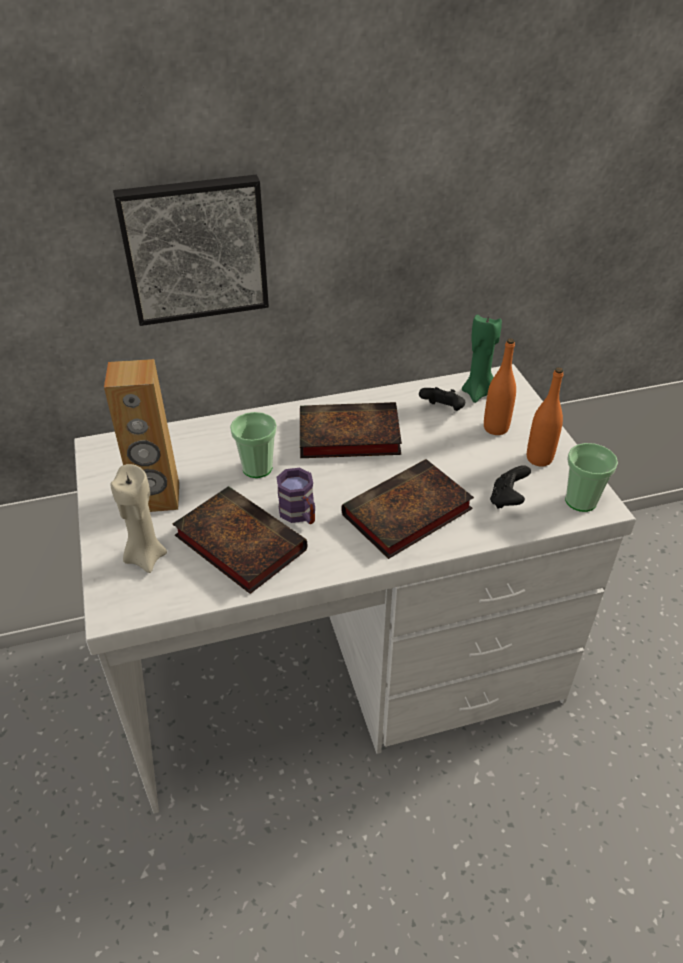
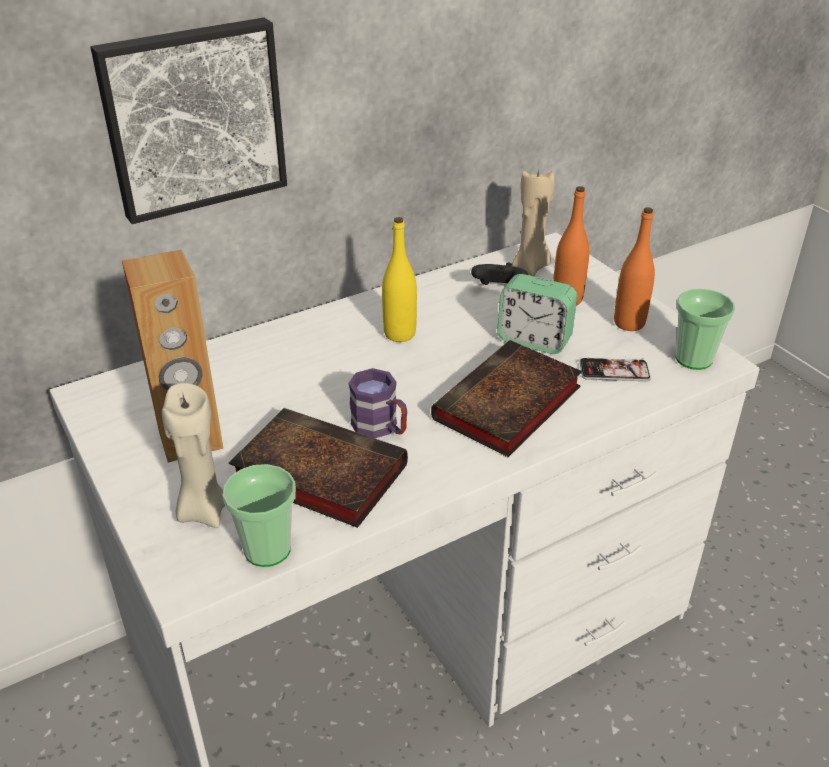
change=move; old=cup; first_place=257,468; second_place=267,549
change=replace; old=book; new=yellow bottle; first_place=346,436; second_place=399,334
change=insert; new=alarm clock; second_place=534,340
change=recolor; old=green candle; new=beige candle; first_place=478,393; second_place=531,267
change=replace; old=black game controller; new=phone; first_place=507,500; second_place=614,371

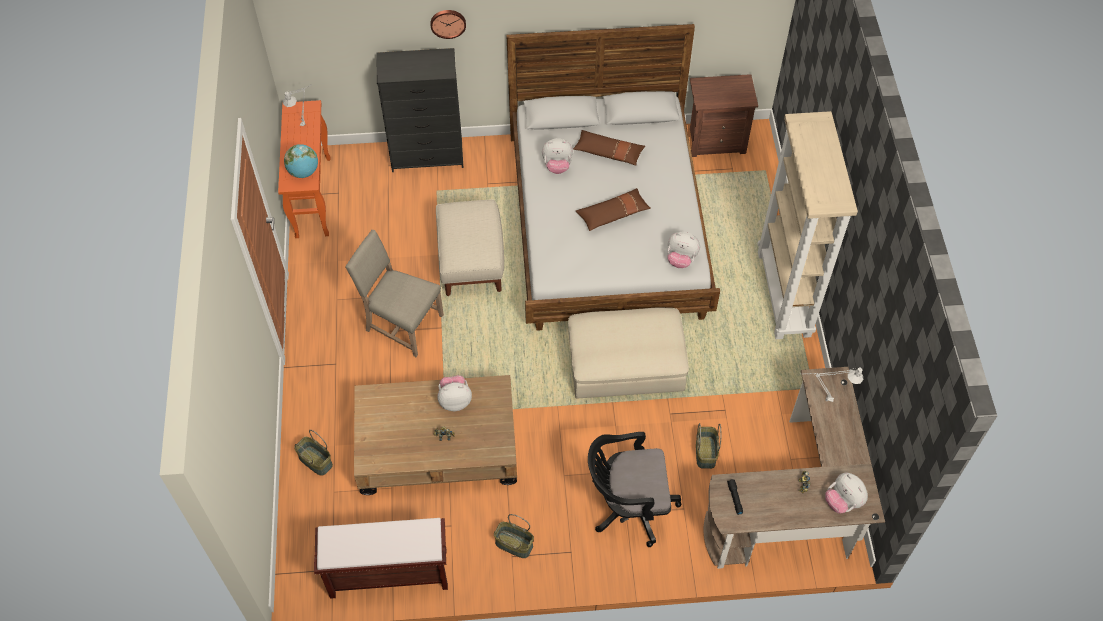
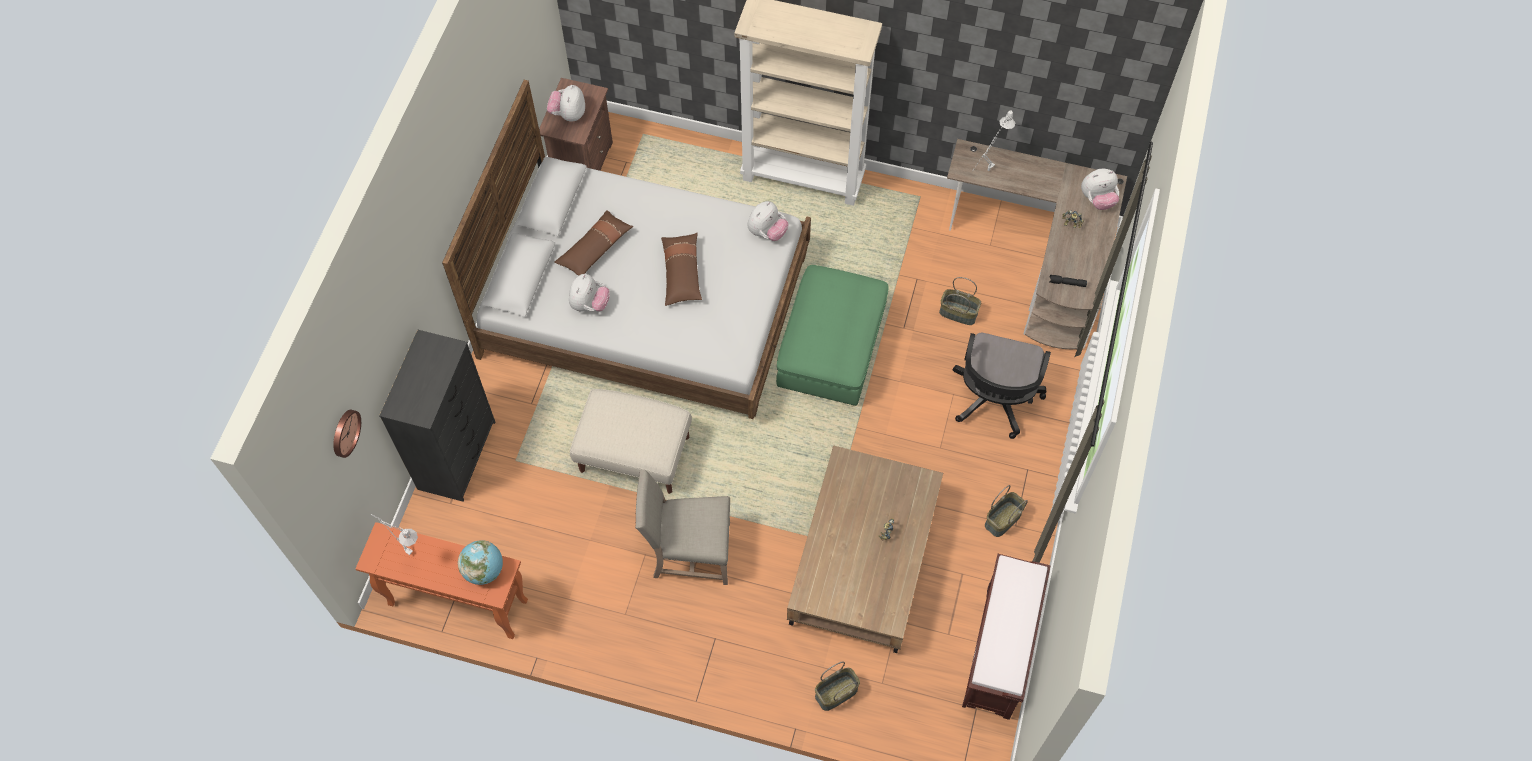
change=move; old=wall clock; first_place=448,22; second_place=344,432
change=move; old=plush toy; first_place=455,400; second_place=568,114
change=rotate; old=beige chair; first_place=401,323; second_place=689,552; degrees=45
change=recolor; old=beige ottoman; new=green ottoman; first_place=626,364; second_place=831,346

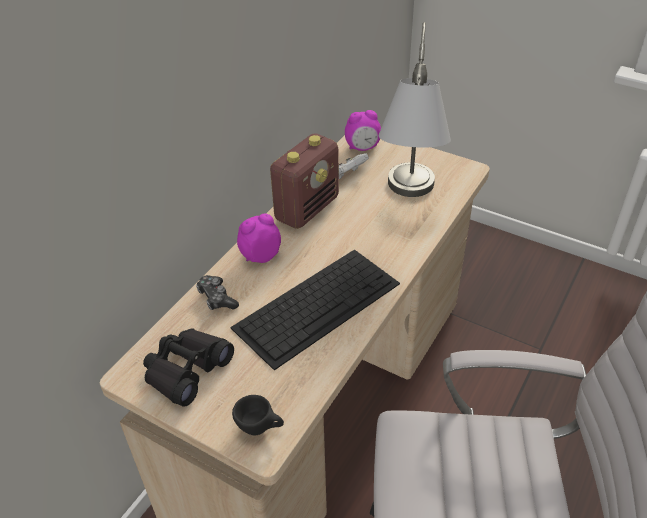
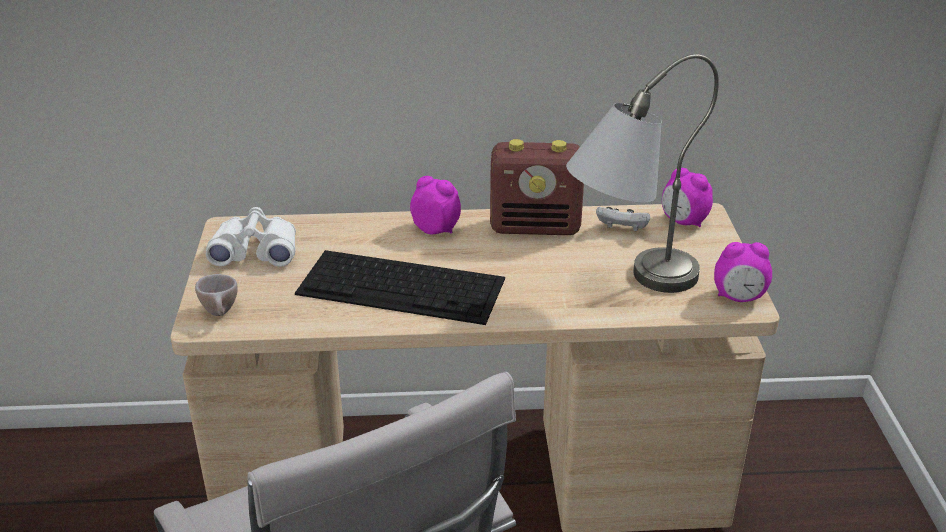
change=recolor; old=black cup; new=beige cup; first_place=260,428; second_place=221,314
change=recolor; old=black binoculars; new=white binoculars; first_place=186,370; second_place=256,251
change=insert; new=alarm clock; second_place=738,298
change=delete; old=game controller; first_place=217,298

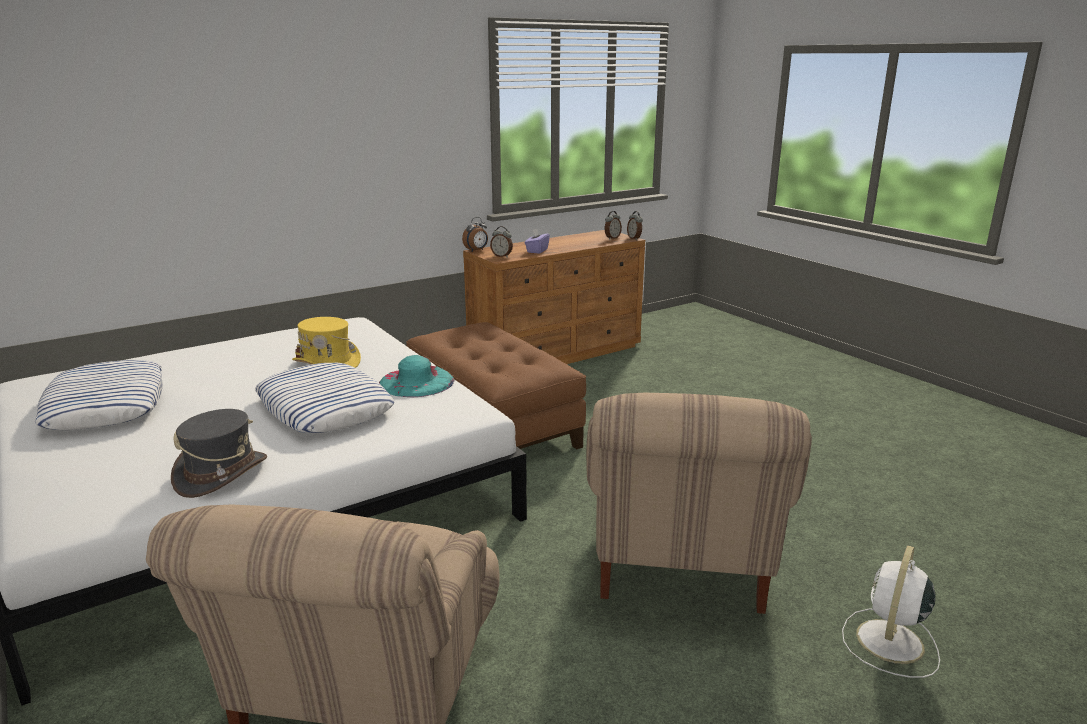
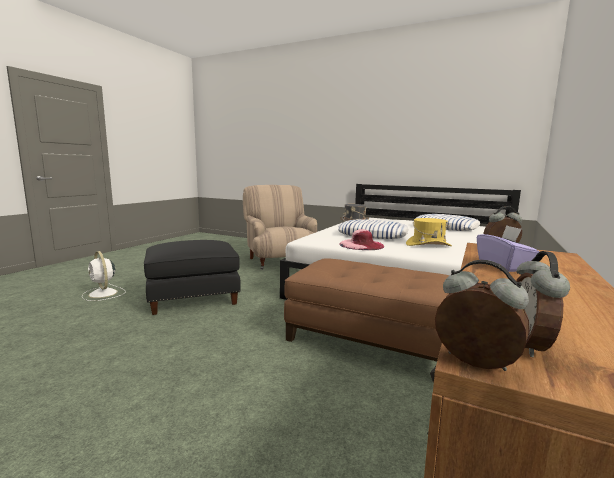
change=rotate; old=white fan; first_place=889,643; second_place=103,294; degrees=135
change=replace; old=beige armchair; new=black ottoman; first_place=681,564; second_place=194,298
change=recolor; old=turquoise hat; new=pink hat; first_place=416,382; second_place=361,245
change=delete; old=alarm clock; first_place=476,250

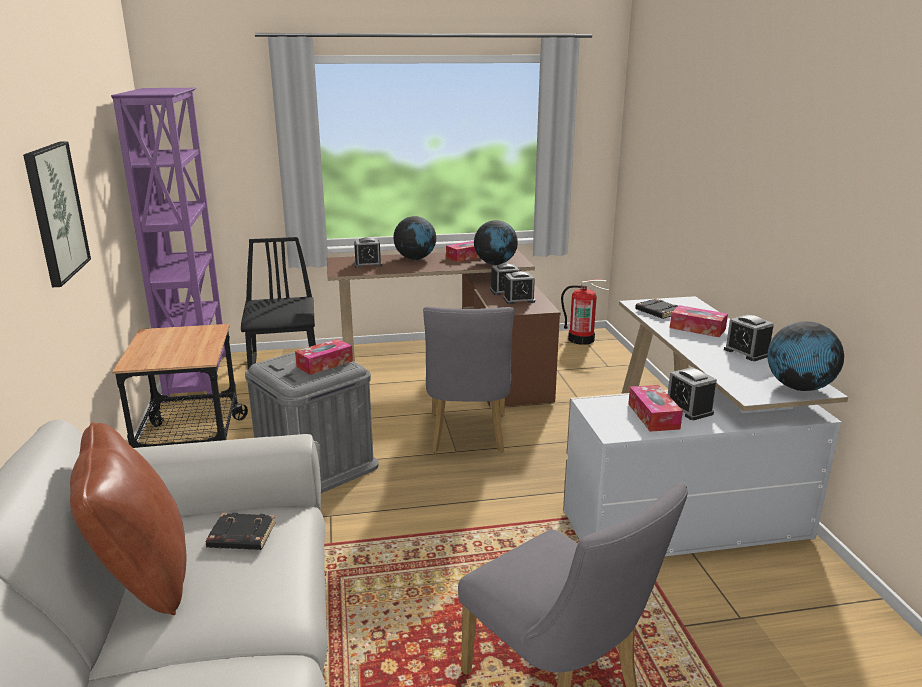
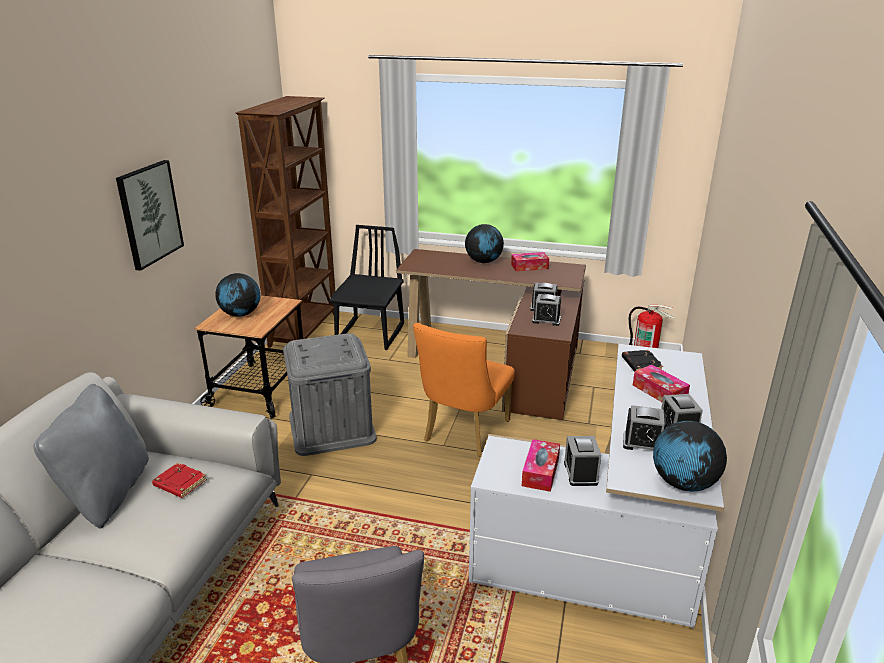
change=recolor; old=brown pillow; new=grey pillow; first_place=143,576; second_place=107,494
change=recolor; old=black book; new=red book; first_place=241,537; second_place=179,484
change=move; old=globe; first_place=495,263; second_place=241,314
change=recolor; old=purple bookcase; new=brown bookcase; first_place=199,377; second_place=305,330
change=recolor; old=grey chair; new=orange chair; first_place=467,437; second_place=463,434
change=move; old=alarm clock; first_place=368,264; second_place=642,443
change=delete; old=tissue box; first_place=324,364

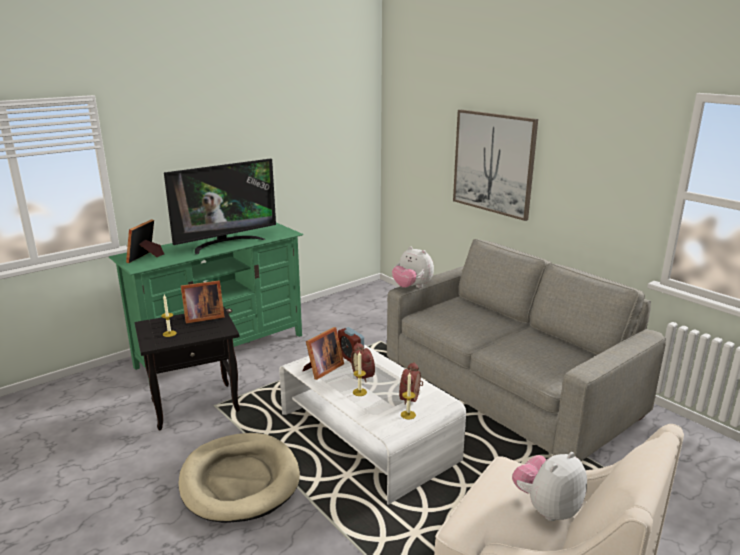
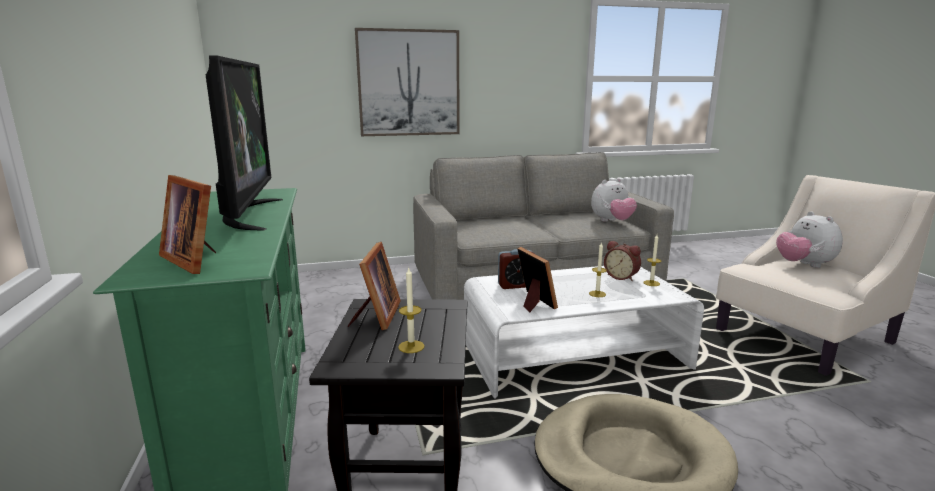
change=move; old=plush toy; first_place=412,287; second_place=612,221
change=delete; old=alarm clock; first_place=364,376

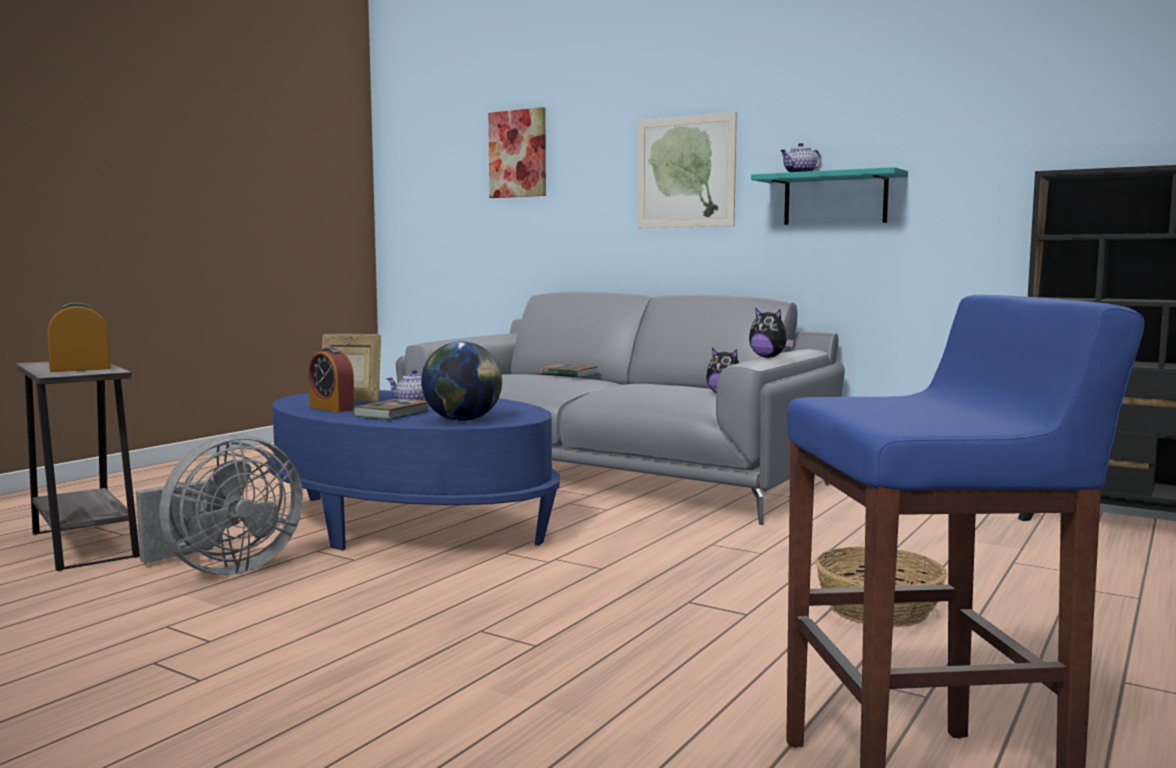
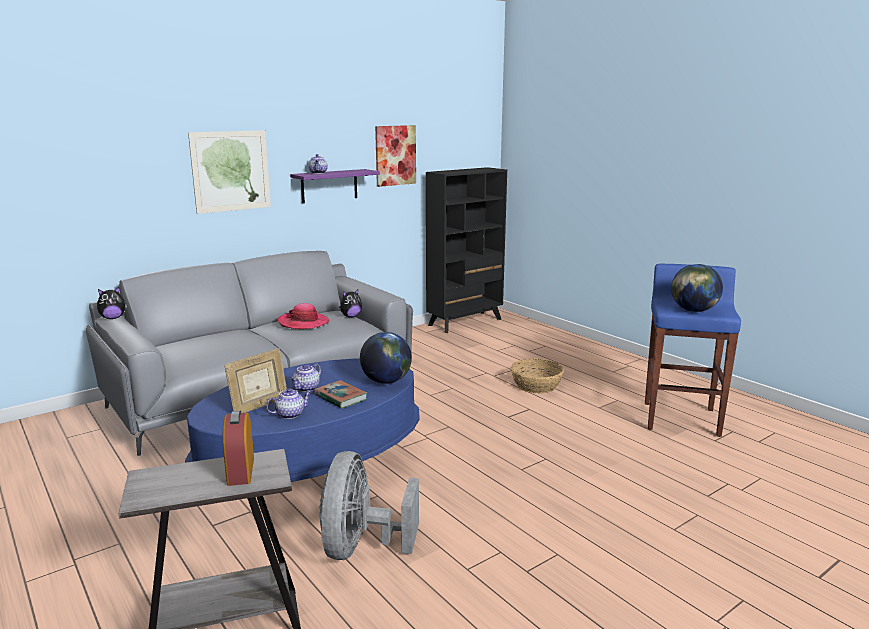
change=move; old=plush toy; first_place=768,357; second_place=113,318
change=replace; old=alarm clock; new=teapot; first_place=332,408; second_place=290,414
change=insert; new=hat; second_place=303,323
change=recolor; old=turquoise shelf; new=purple shelf; first_place=835,199; second_place=329,186
change=rotate; old=grey fan; first_place=224,569; second_place=361,547; degrees=-150
change=move; old=picture; first_place=518,154; second_place=395,155
change=insert; new=globe; second_place=693,310
change=delete; old=book; first_place=568,375

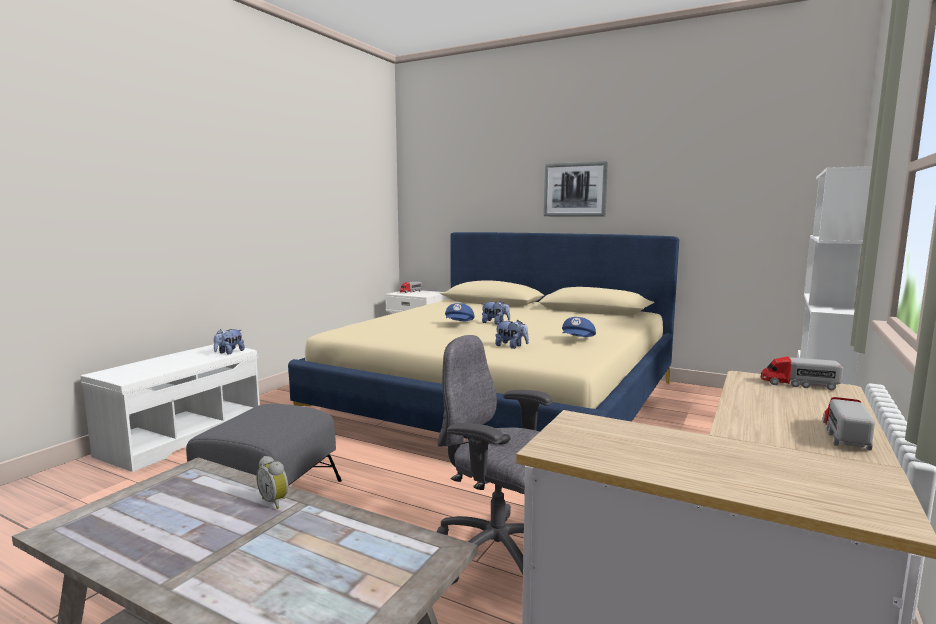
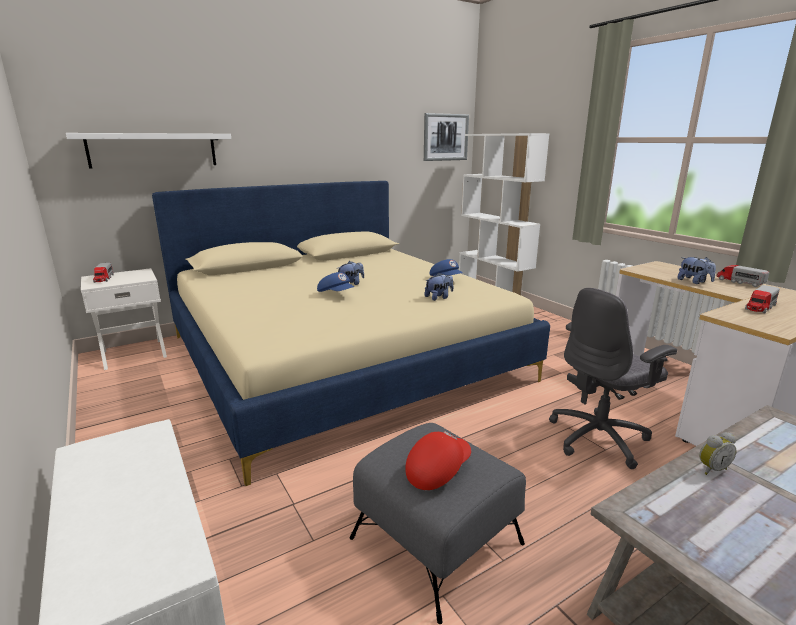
change=insert; new=white shelf; second_place=153,150
change=insert; new=red cap; second_place=437,470
change=move; old=picture; first_place=575,189; second_place=445,137
change=move; old=plush toy; first_place=229,352; second_place=694,282
change=move; old=toy truck; first_place=798,384; second_place=760,307

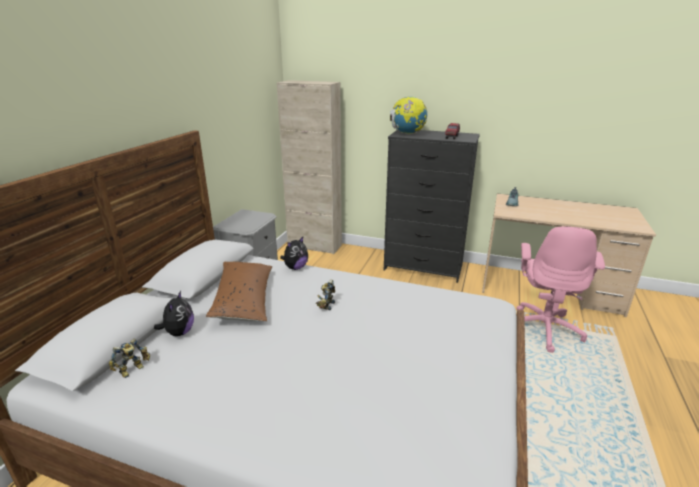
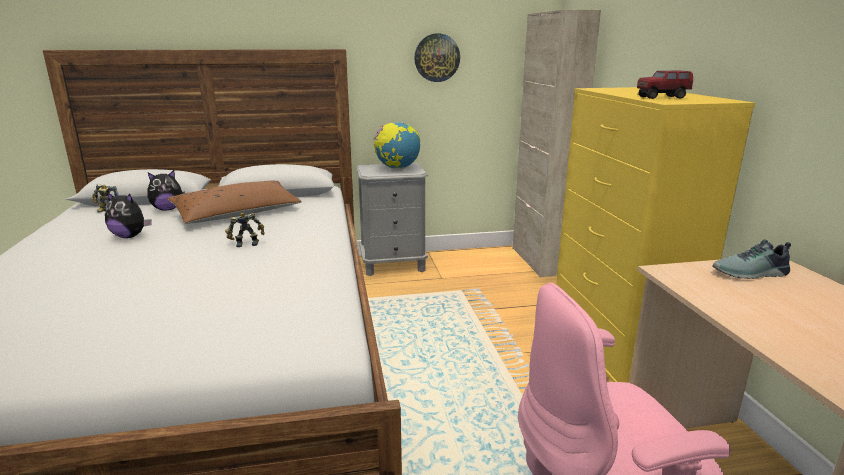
change=move; old=plush toy; first_place=295,267; second_place=130,236
change=move; old=globe; first_place=407,134; second_place=397,169
change=insert; new=wall clock; second_place=437,58
change=recolor; old=black dresser; new=yellow dresser; first_place=424,267; second_place=615,352

